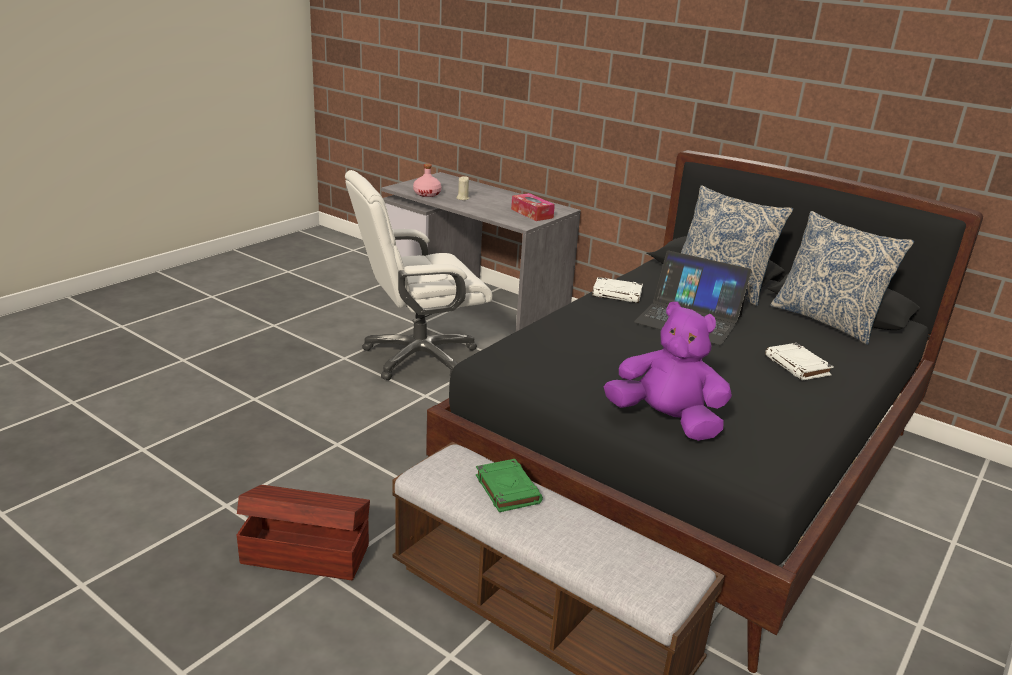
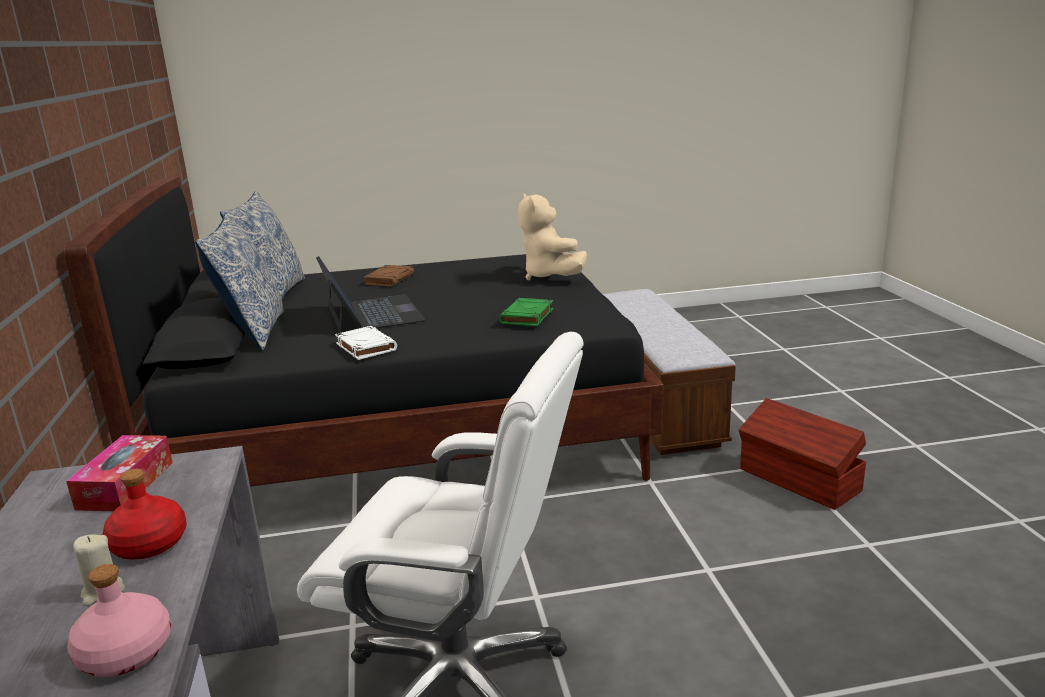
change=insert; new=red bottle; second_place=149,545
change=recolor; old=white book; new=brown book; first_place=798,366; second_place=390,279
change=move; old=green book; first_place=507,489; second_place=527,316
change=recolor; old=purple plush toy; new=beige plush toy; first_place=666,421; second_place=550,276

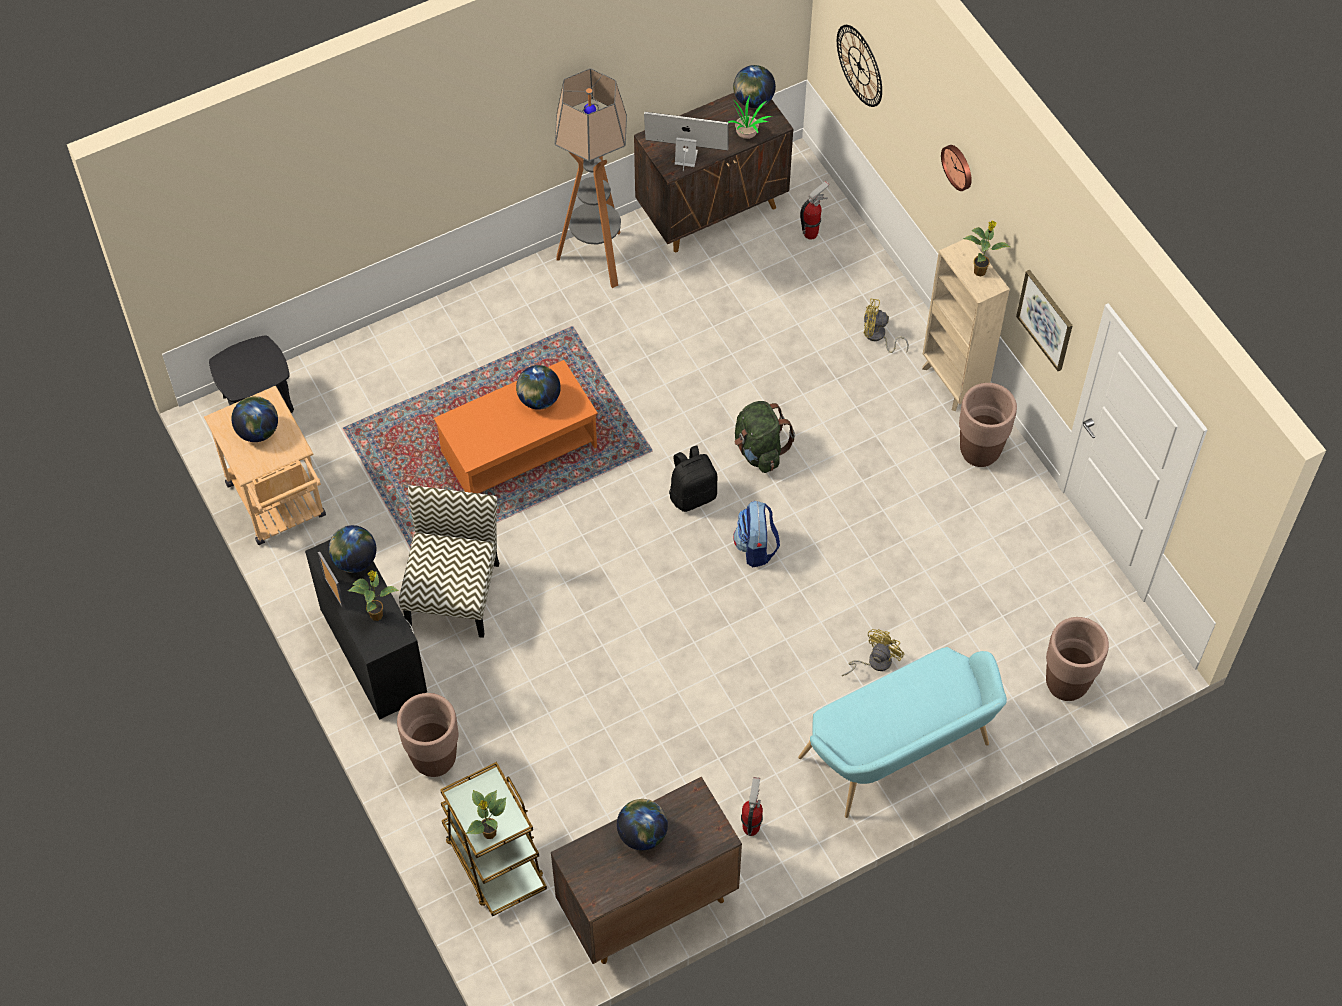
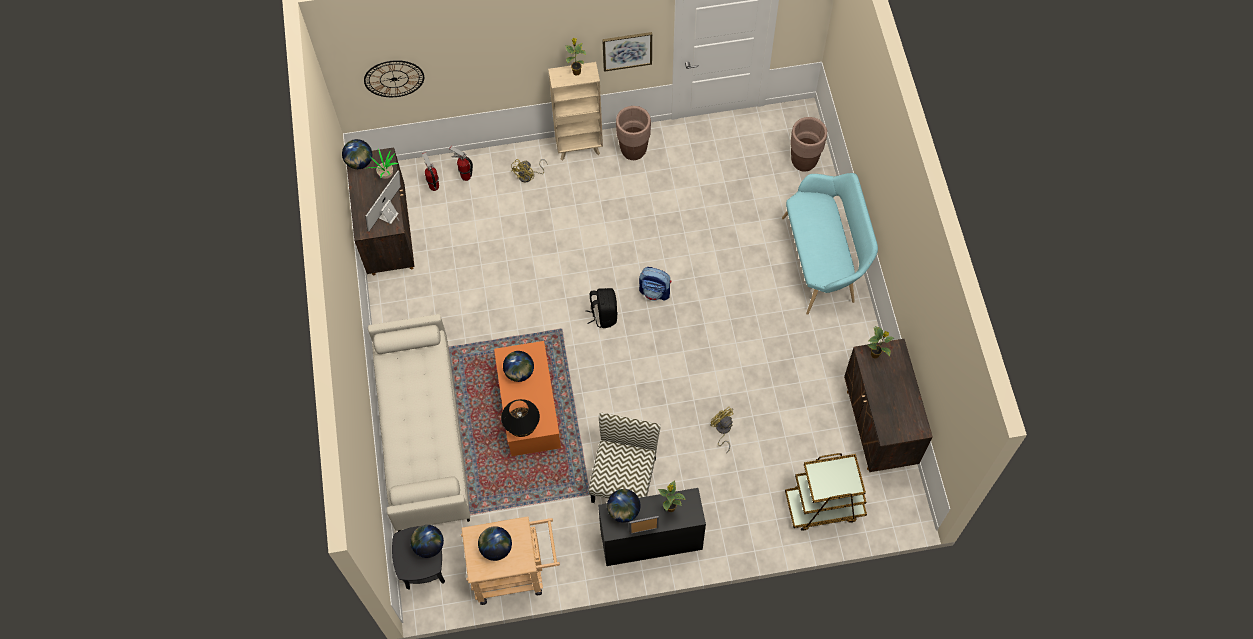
change=insert; new=beige sofa; second_place=422,433
change=move; old=globe; first_place=642,834; second_place=429,545
change=move; old=fire extinguisher; first_place=751,828; second_place=465,176
change=insert; new=black table lamp; second_place=521,424
change=rotate; old=chair; first_place=453,593; second_place=623,478; degrees=75
change=move; old=yellow fan; first_place=874,662; second_place=722,430
change=move; old=potted plant; first_place=489,834; second_place=875,354
change=delete; old=brown planter; first_place=434,759
change=delete; old=floor lamp; first_place=596,258
change=delete; old=green backpack; first_place=759,450
change=delete; old=wall clock; first_place=958,166

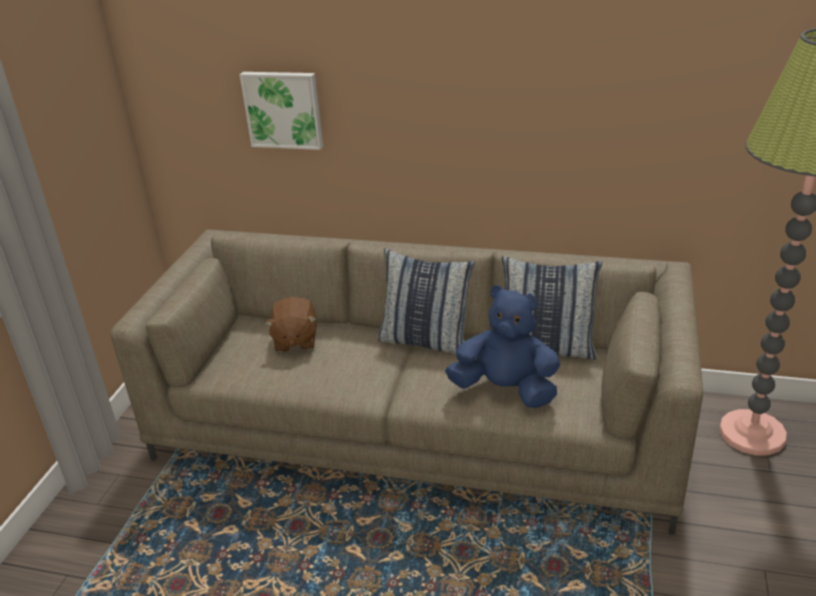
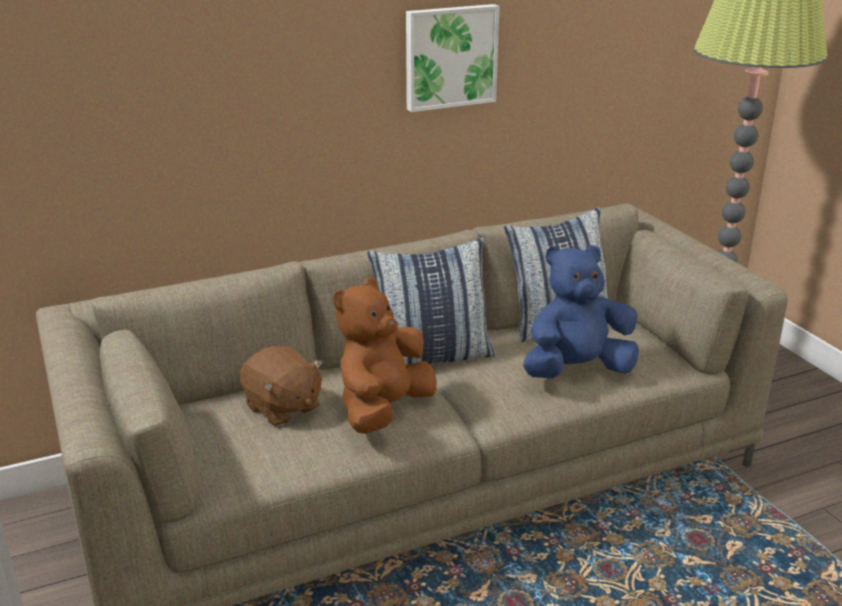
change=insert; new=brown plush toy; second_place=383,410
change=move; old=picture; first_place=283,109; second_place=450,56

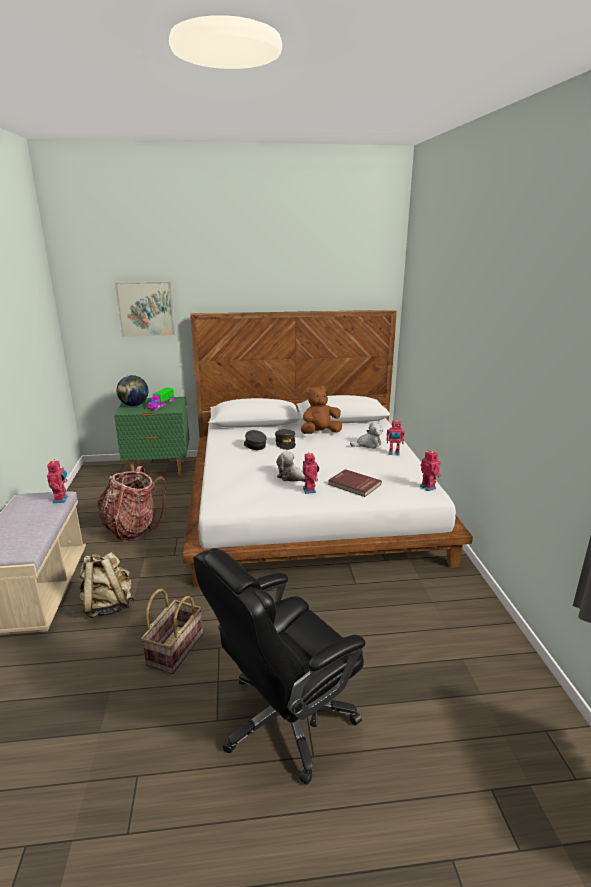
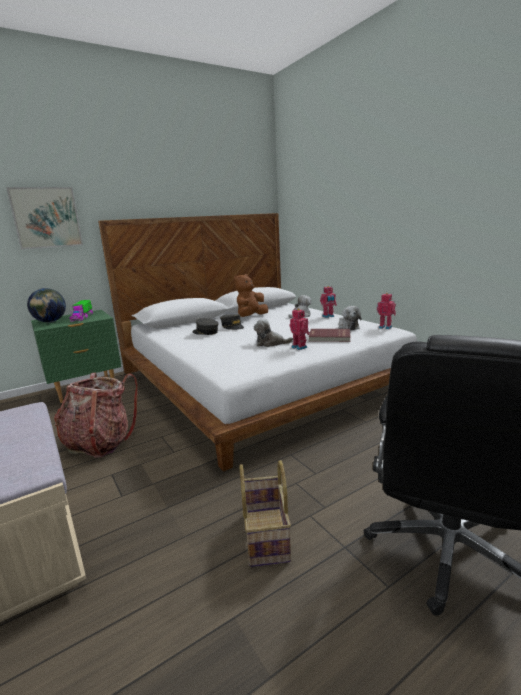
change=insert; new=plush toy; second_place=348,327
change=delete; old=toy robot; first_place=61,499
change=delete; old=beige backpack; first_place=108,606

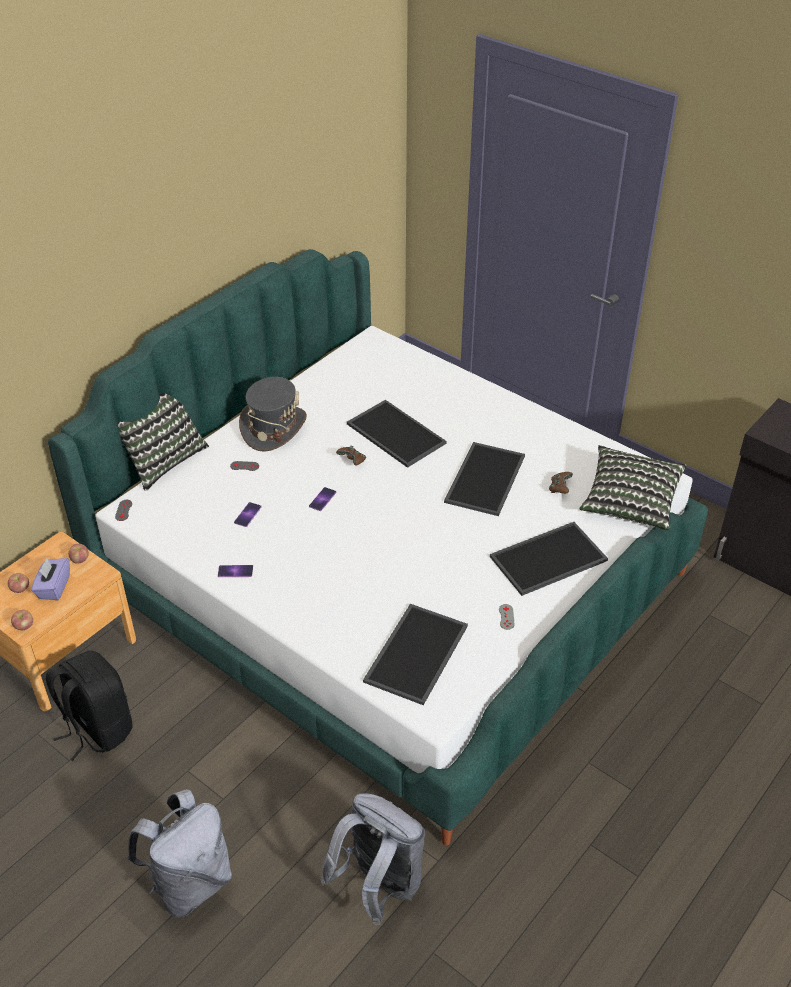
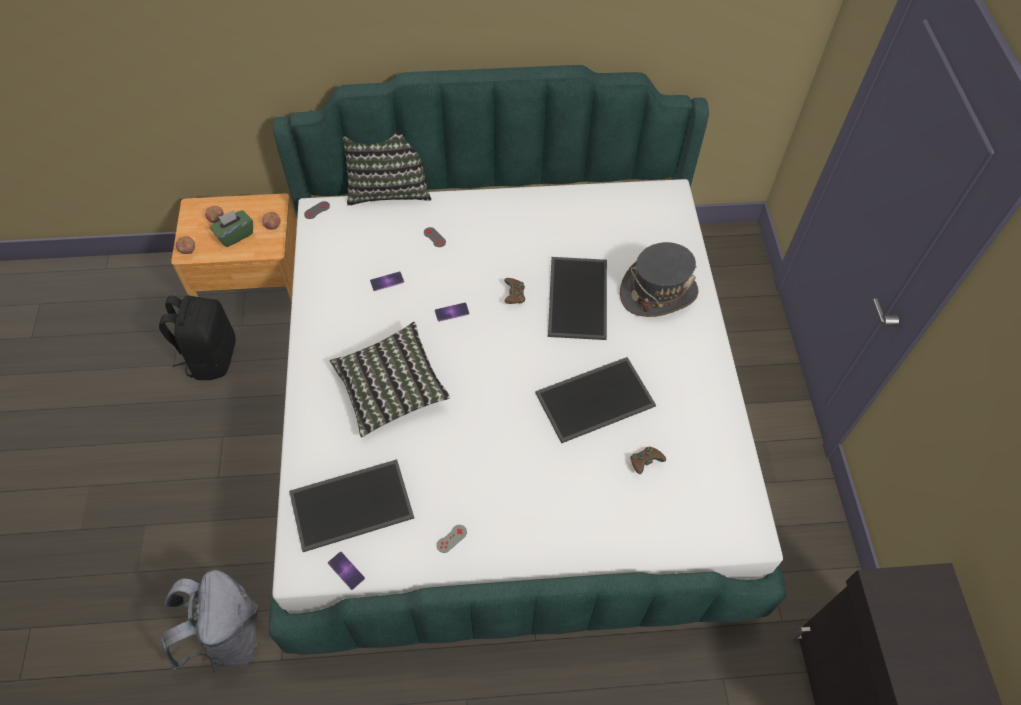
change=recolor; old=purple tissue box; new=green tissue box; first_place=53,587; second_place=235,235
change=move; old=phone; first_place=235,571; second_place=346,570
change=move; old=pillow; first_place=630,501; second_place=391,389
change=move; old=grey hat; first_place=273,428; second_place=658,292
change=delete; old=grey backpack; first_place=190,882
change=delete; old=tray; first_place=548,560

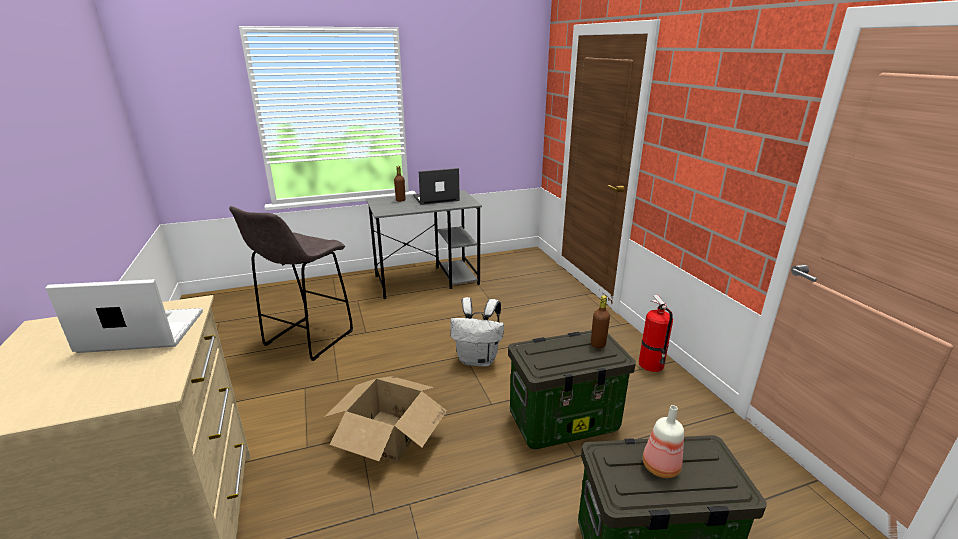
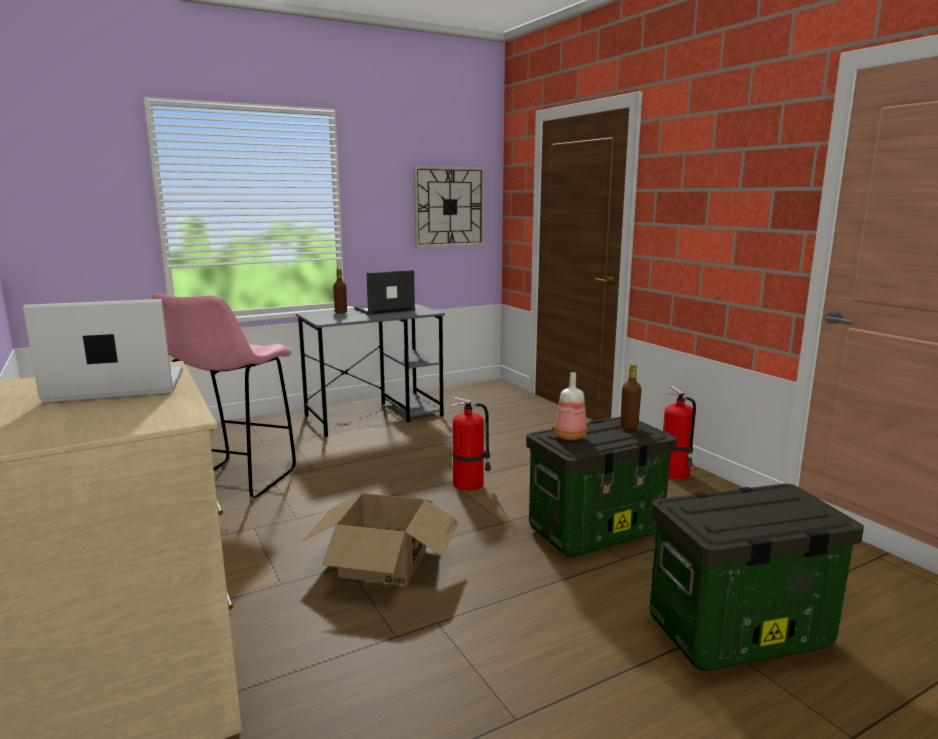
change=recolor; old=grey stool; new=pink stool; first_place=307,339; second_place=236,481
change=insert; new=wall clock; second_place=449,207
change=replace; old=white backpack; new=fire extinguisher; first_place=478,359; second_place=470,484
change=move; old=bottle; first_place=659,467; second_place=569,437

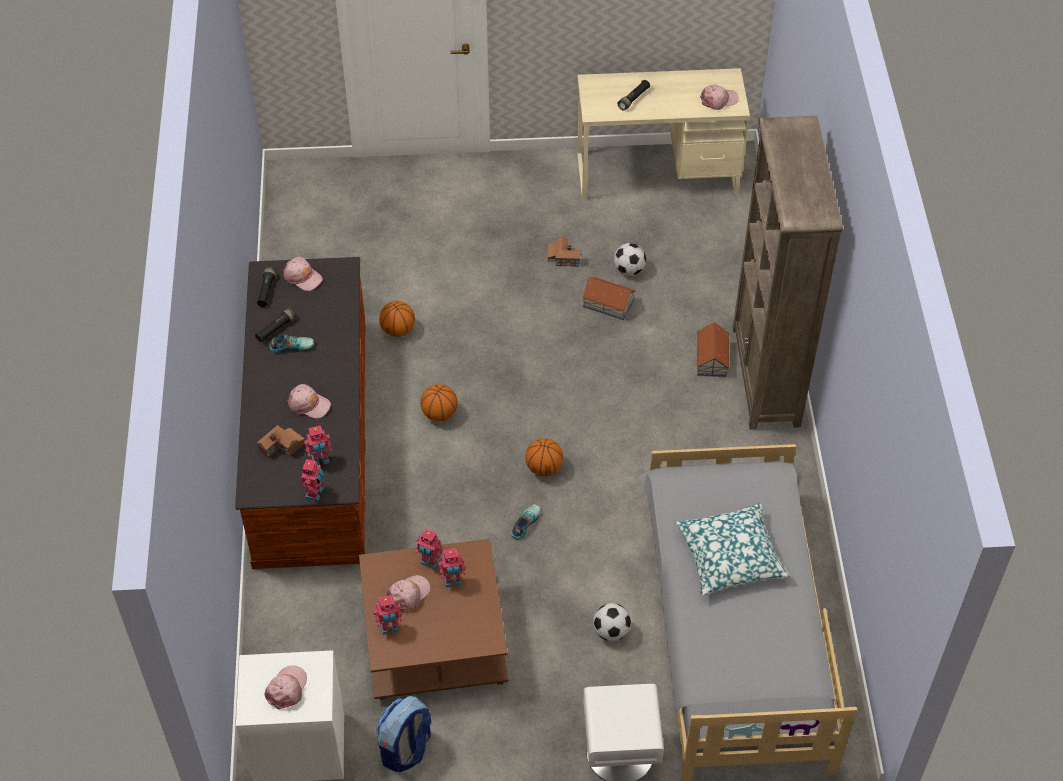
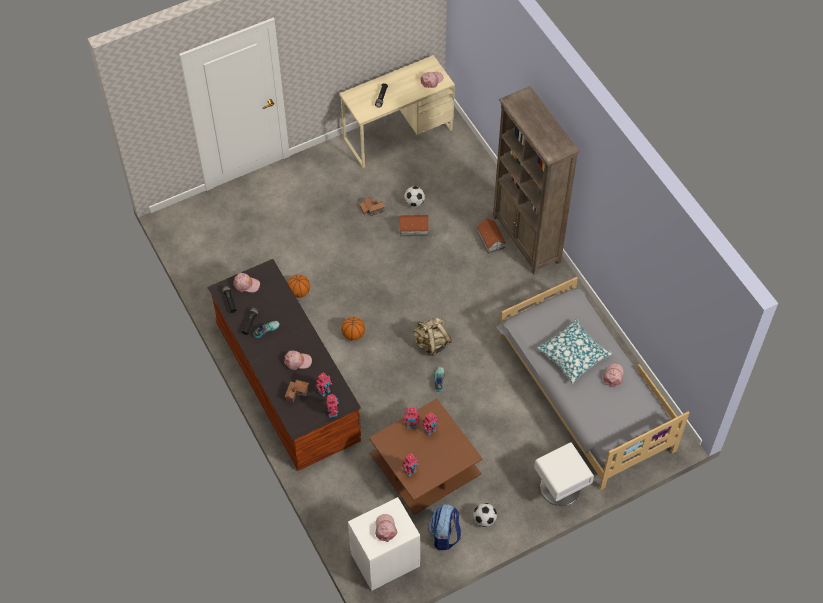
change=replace; old=basketball; new=beige backpack; first_place=544,468; second_place=431,343
change=move; old=football; first_place=611,631; second_place=484,519
change=move; old=pink cap; first_place=408,594; second_place=613,376

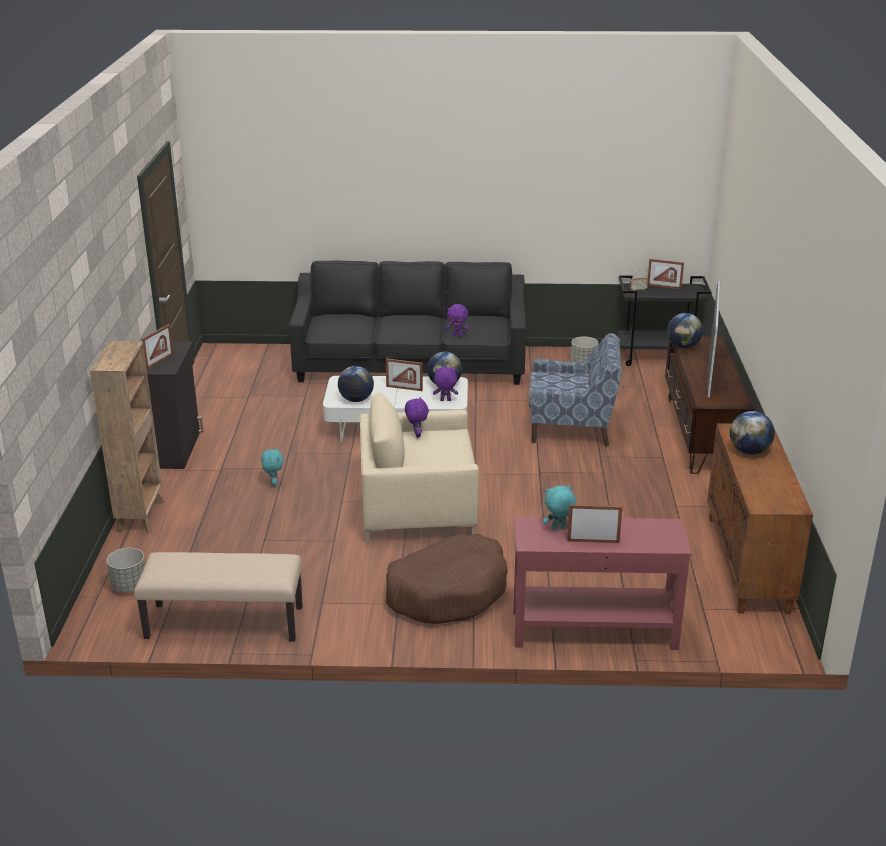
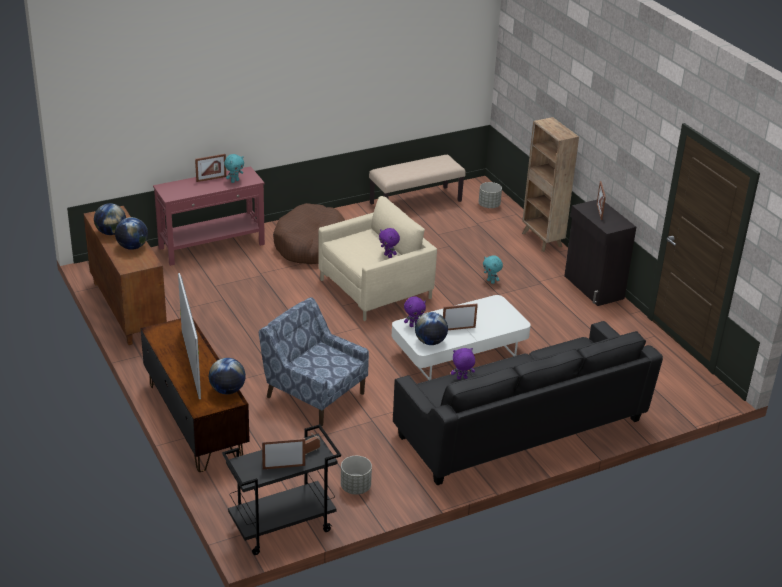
change=move; old=globe; first_place=356,400; second_place=111,232
change=rotate; old=blue armchair; first_place=572,428; second_place=314,394; degrees=60

